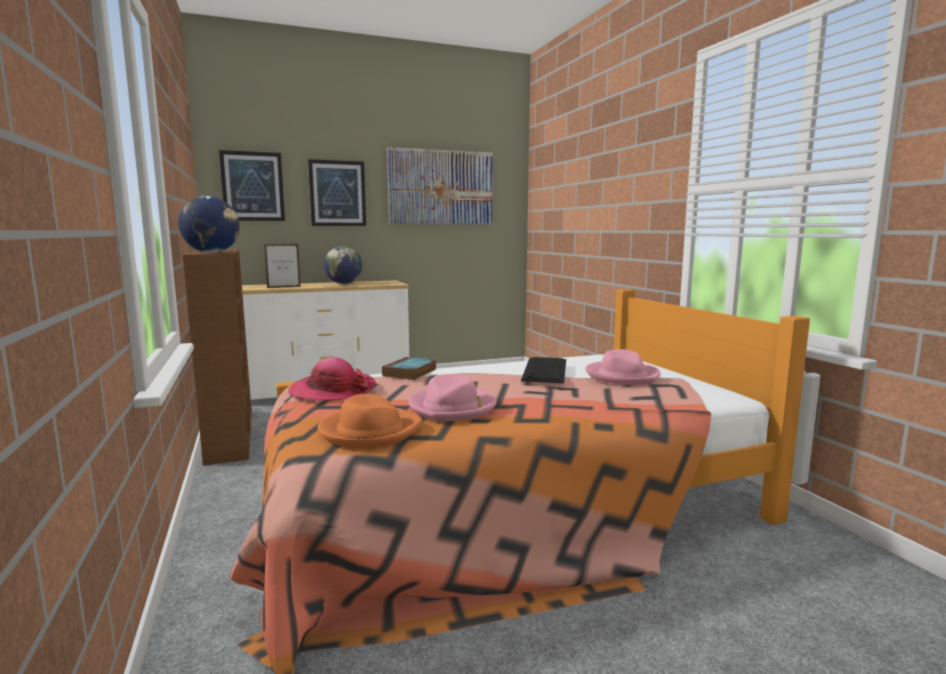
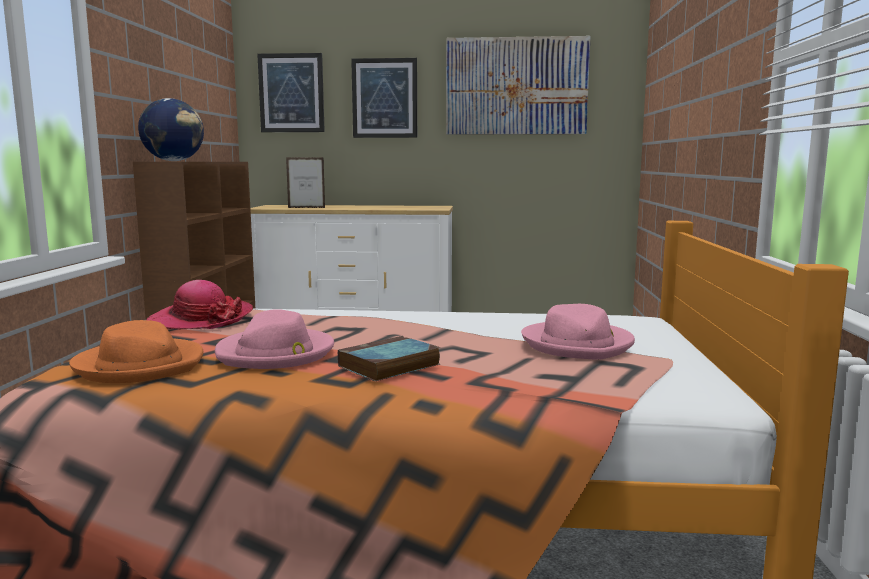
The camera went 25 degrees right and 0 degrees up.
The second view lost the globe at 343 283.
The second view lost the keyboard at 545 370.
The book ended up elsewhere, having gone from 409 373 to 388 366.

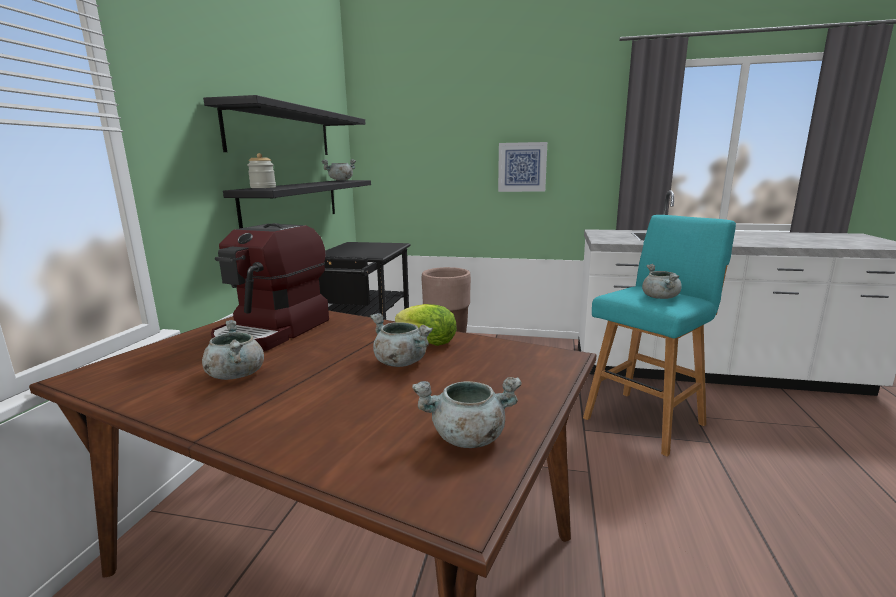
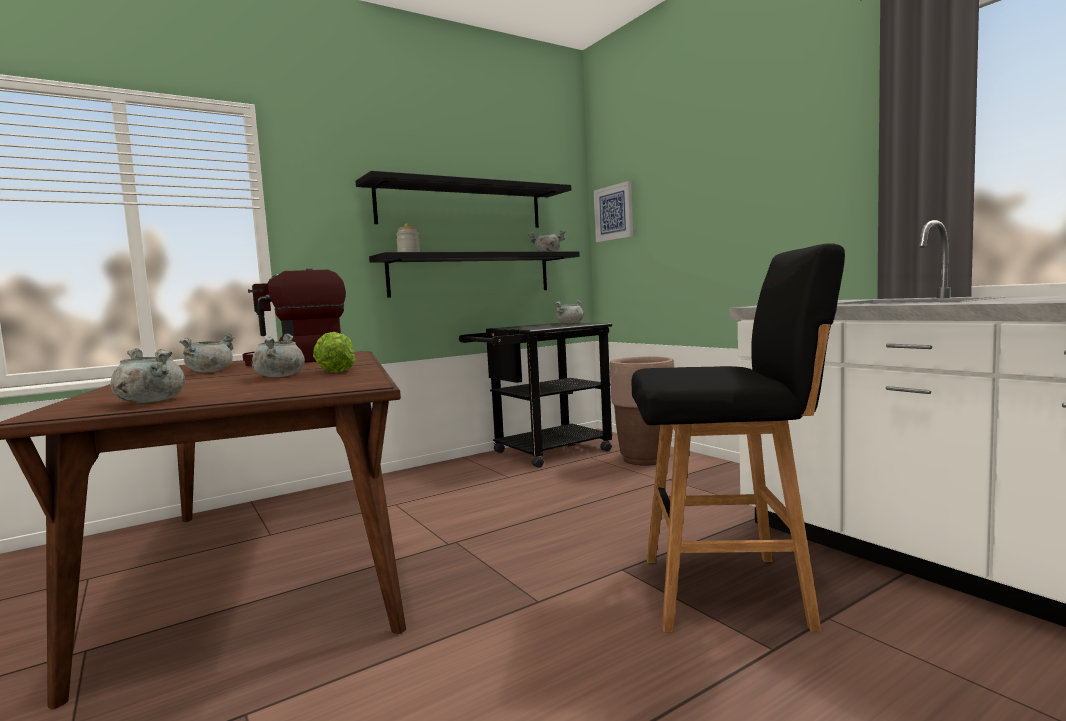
The camera went 45 degrees right and 10 degrees down.
The picture ended up elsewhere, having gone from 522 167 to 614 212.
The cooking pot in grey ended up elsewhere, having gone from 660 297 to 570 323.
What was the stool in turquoise at 646 420 turned into the stool in black at 730 591.

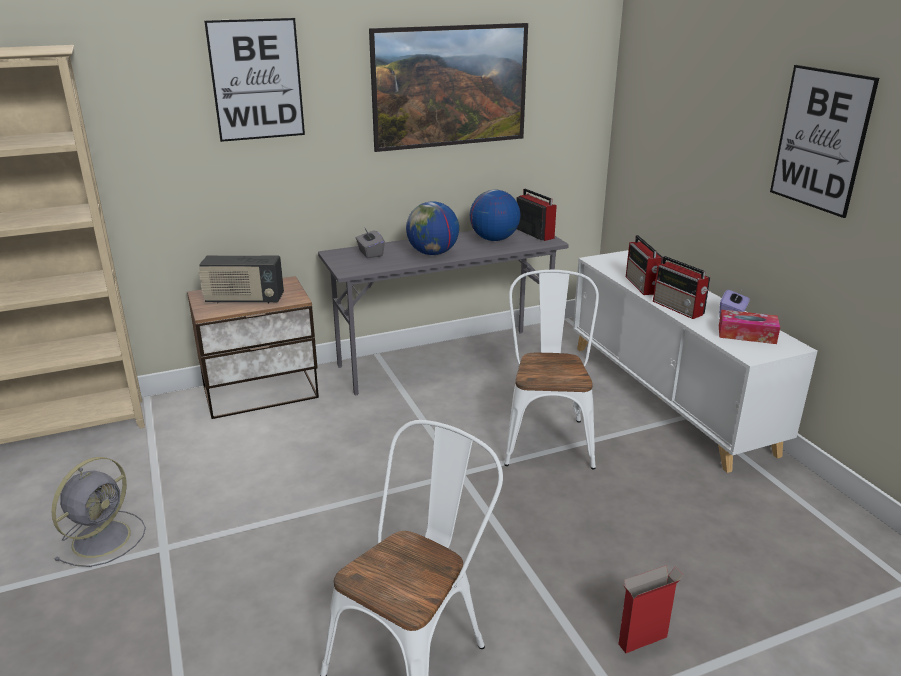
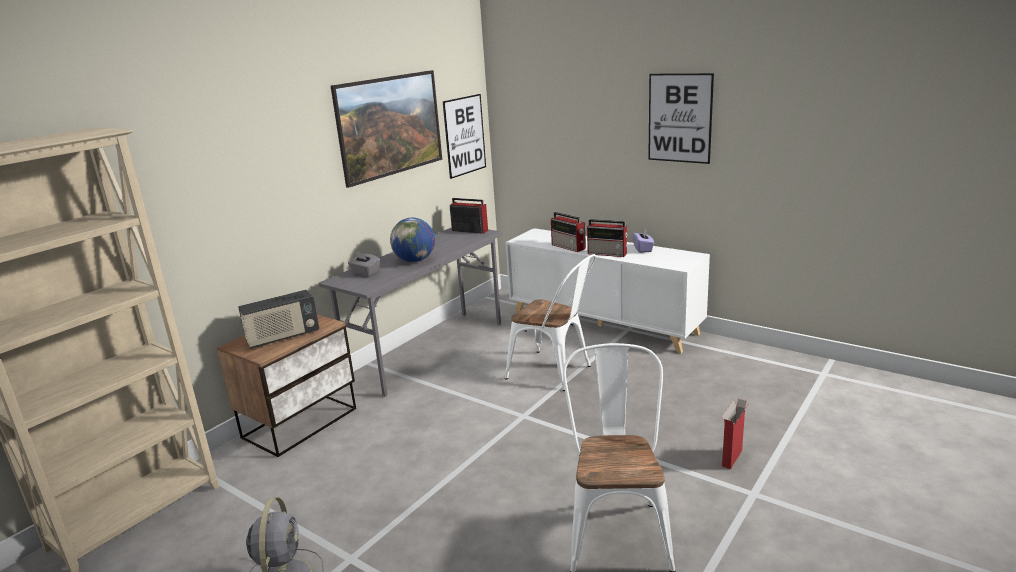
The camera went 30 degrees left and 5 degrees down.
The second view lost the globe at 494 239.
The second view lost the tissue box at 746 334.
The picture ended up elsewhere, having gone from 256 80 to 464 135.
The chair in white at 547 437 ended up facing another way, 150 degrees clockwise from before.

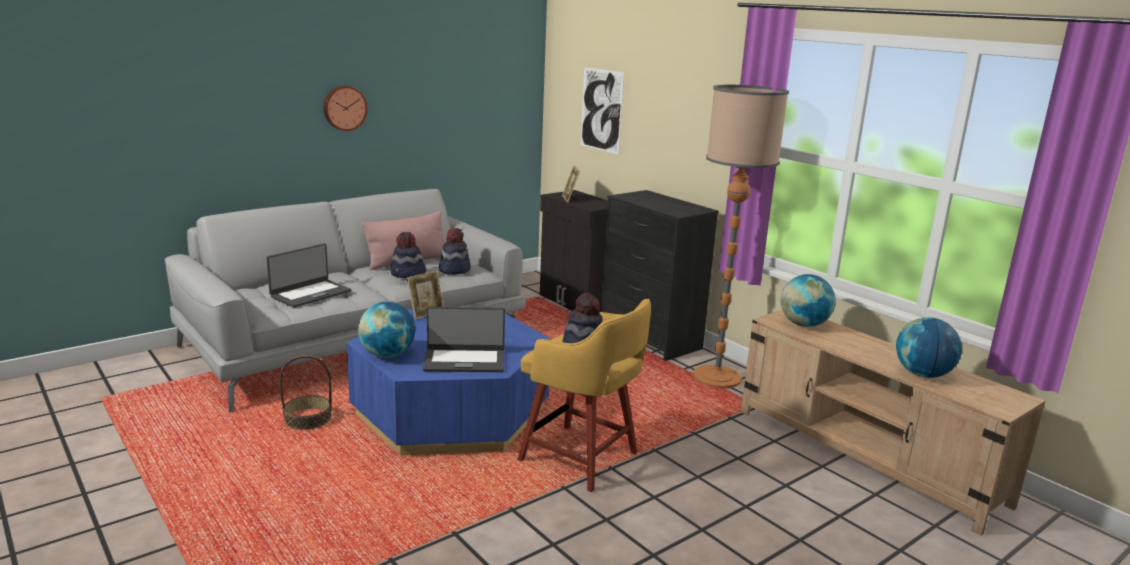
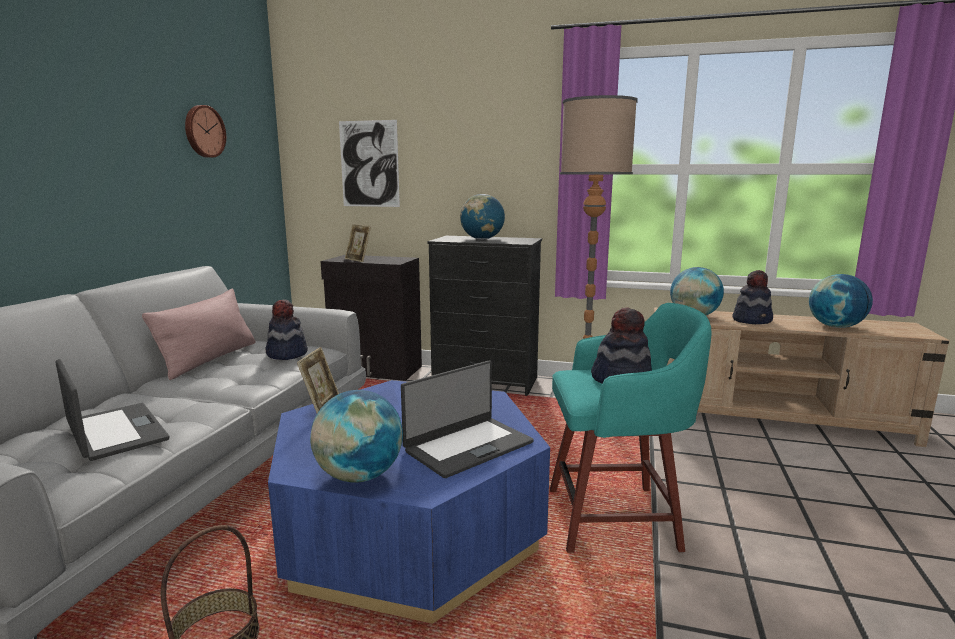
The camera went 35 degrees left and 5 degrees down.
The second view gained the globe at 482 239.
The wall clock ended up elsewhere, having gone from 344 108 to 203 131.
The hat ended up elsewhere, having gone from 408 274 to 752 320.
What was the stool in yellow at 581 459 turned into the stool in turquoise at 617 519.
The laptop at 310 294 ended up facing another way, 45 degrees counterclockwise from before.

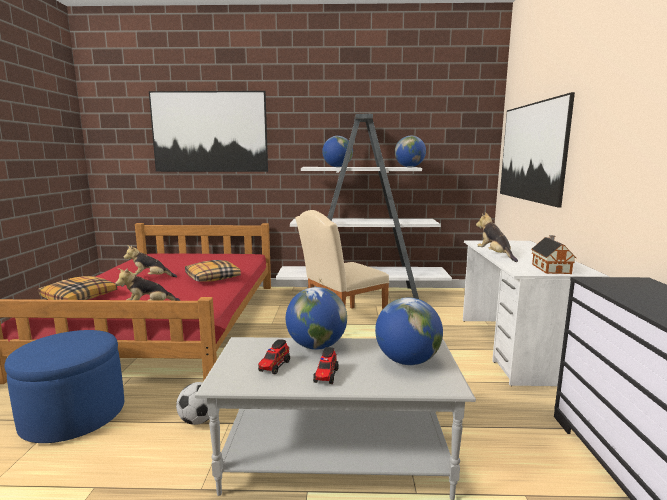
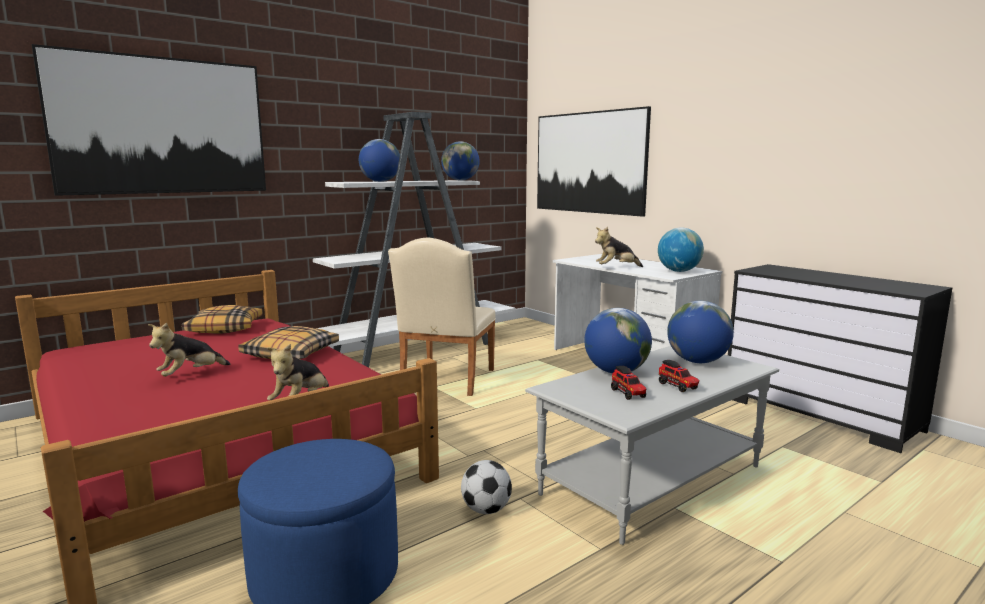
The camera went 40 degrees left and 0 degrees up.
The pillow ended up elsewhere, having gone from 80 297 to 225 328.
Where the toy house stood at 550 268, the globe came to stand at 678 271.
The plush toy at 495 255 ended up facing another way, 45 degrees counterclockwise from before.

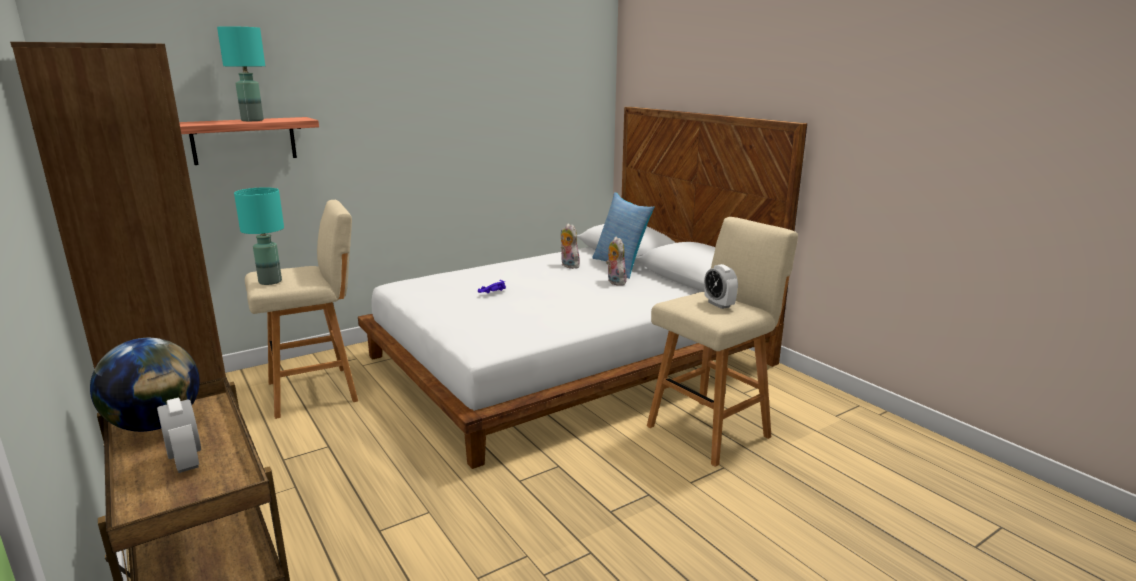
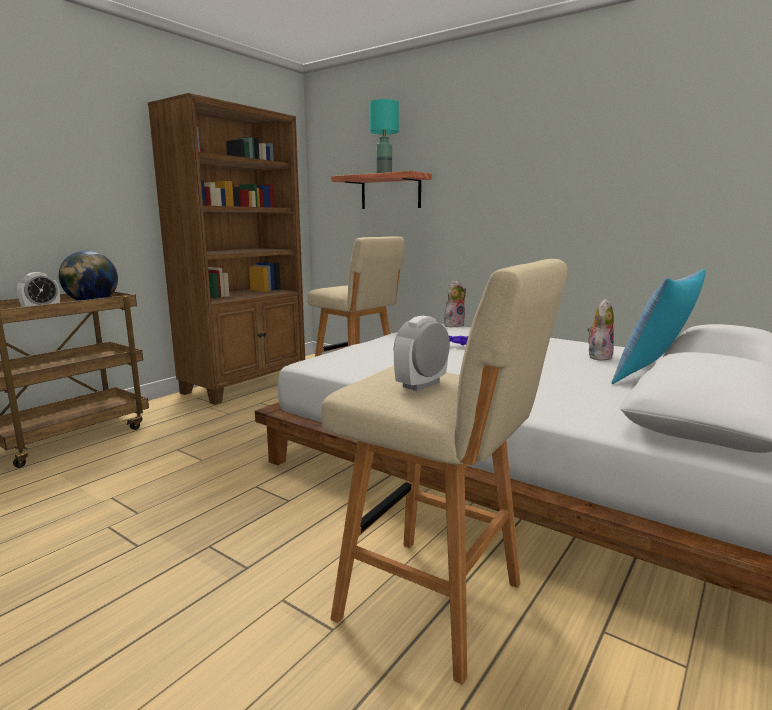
The camera went 70 degrees right and 5 degrees down.
The second view lost the table lamp in turquoise at 271 281.
The plush toy ended up elsewhere, having gone from 614 282 to 453 325.

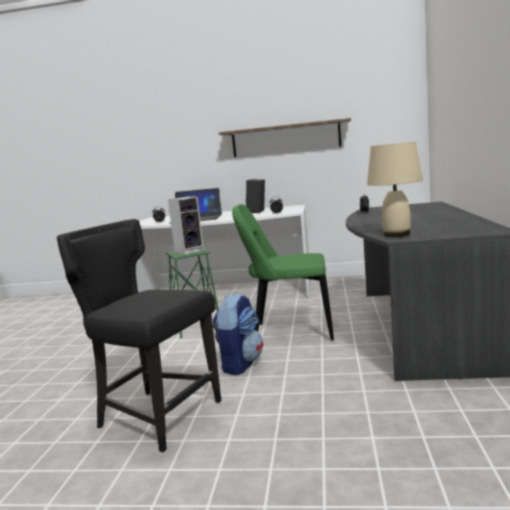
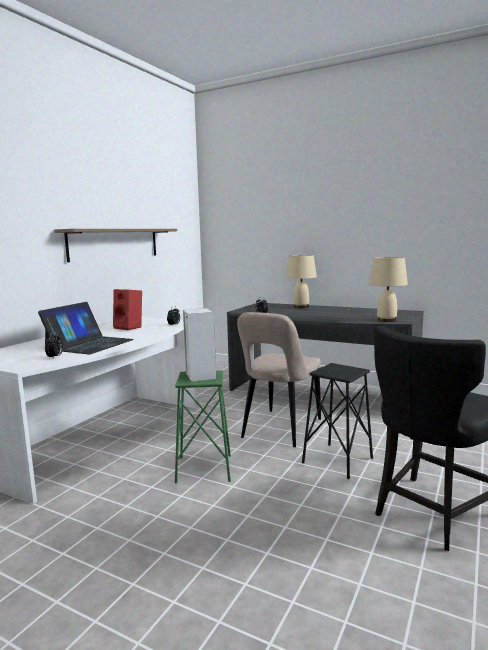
The camera went 70 degrees left and 0 degrees up.
The second view gained the table lamp in beige at 301 307.
Where the backpack stood at 240 364, the stool in black came to stand at 337 460.
What was the chair in green at 289 332 turned into the chair in beige at 280 430.
What was the speaker in black at 257 212 turned into the speaker in red at 130 327.

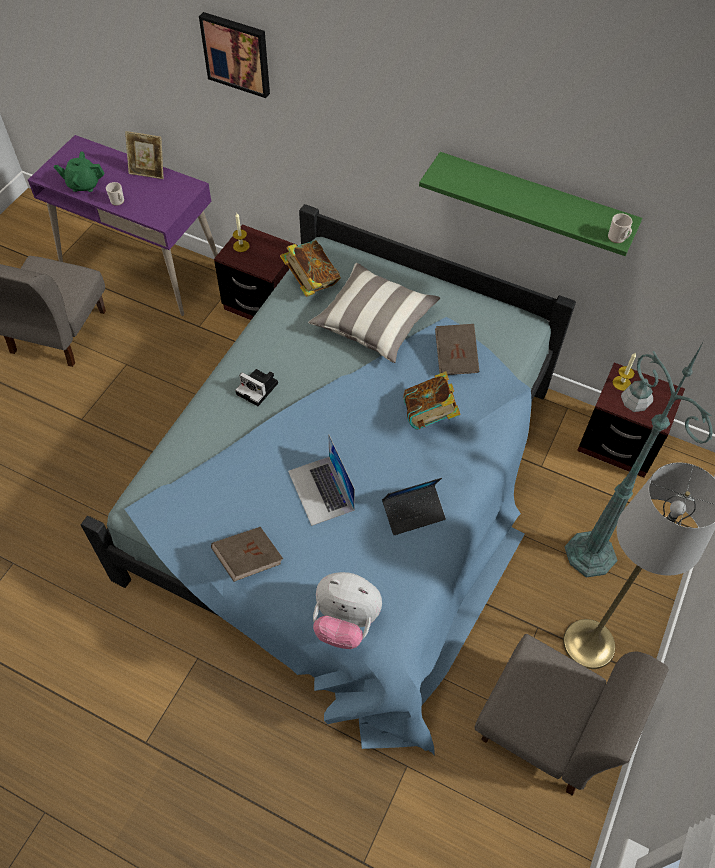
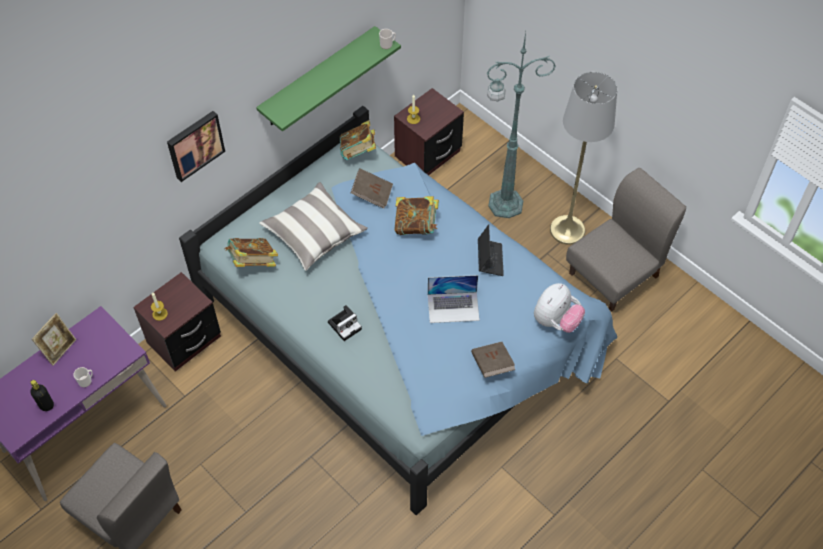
The camera went 70 degrees left and 0 degrees up.
The second view gained the book at 358 152.
The picture ended up elsewhere, having gone from 237 53 to 194 144.
Where the teapot in green stood at 84 184, the bottle in black came to stand at 46 405.

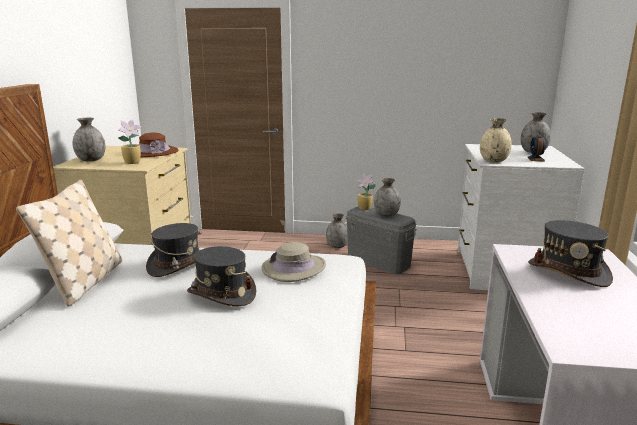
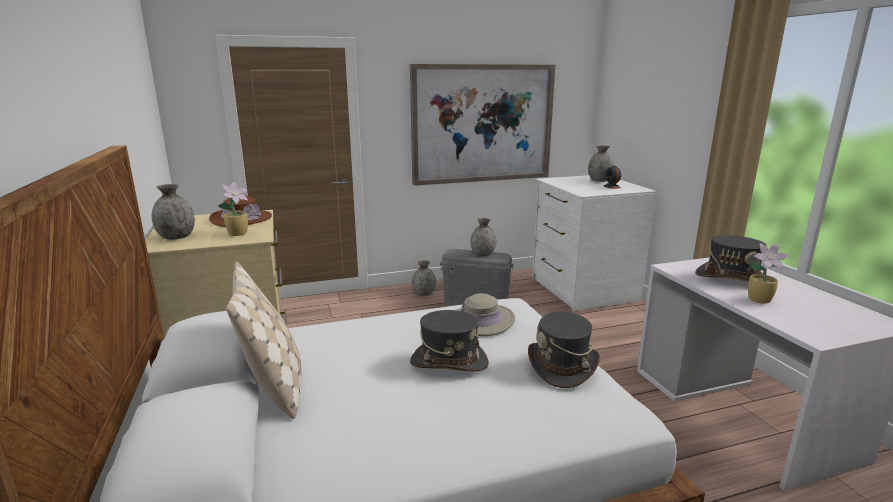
The camera went 25 degrees left and 0 degrees up.
The second view lost the vase in beige at 493 161.
The second view gained the picture at 482 124.
The hat in grey ended up elsewhere, having gone from 178 265 to 562 366.
The potted plant ended up elsewhere, having gone from 365 208 to 760 300.

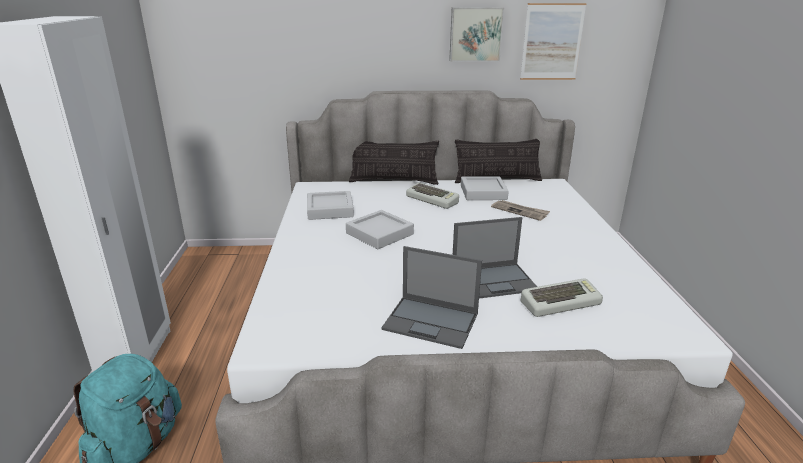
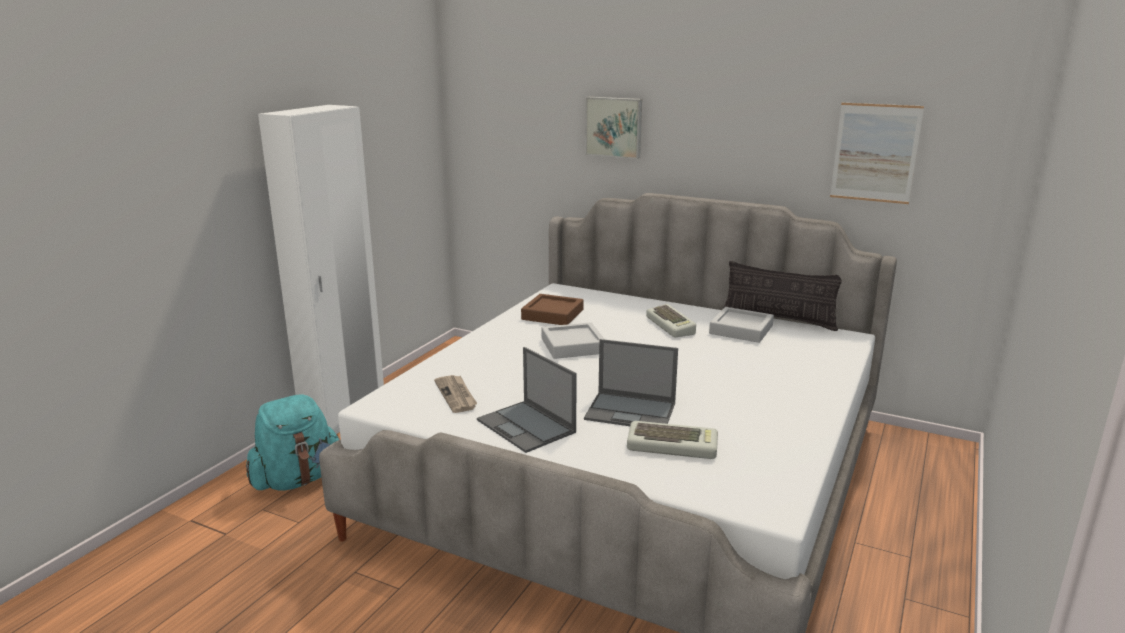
The camera went 30 degrees right and 5 degrees down.
The second view lost the pillow at 393 181.
The picture ended up elsewhere, having gone from 475 34 to 614 127.
The newspaper ended up elsewhere, having gone from 520 211 to 456 395.
What was the tray in grey at 330 209 turned into the tray in brown at 552 314.

